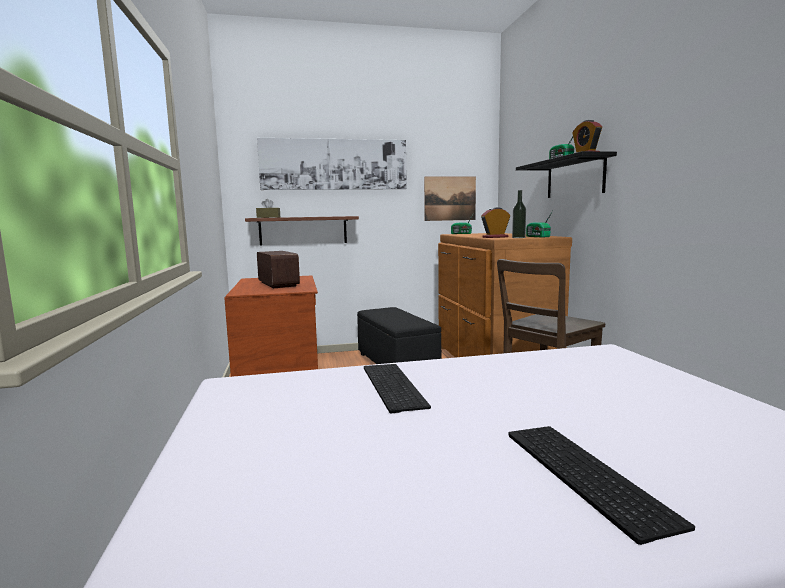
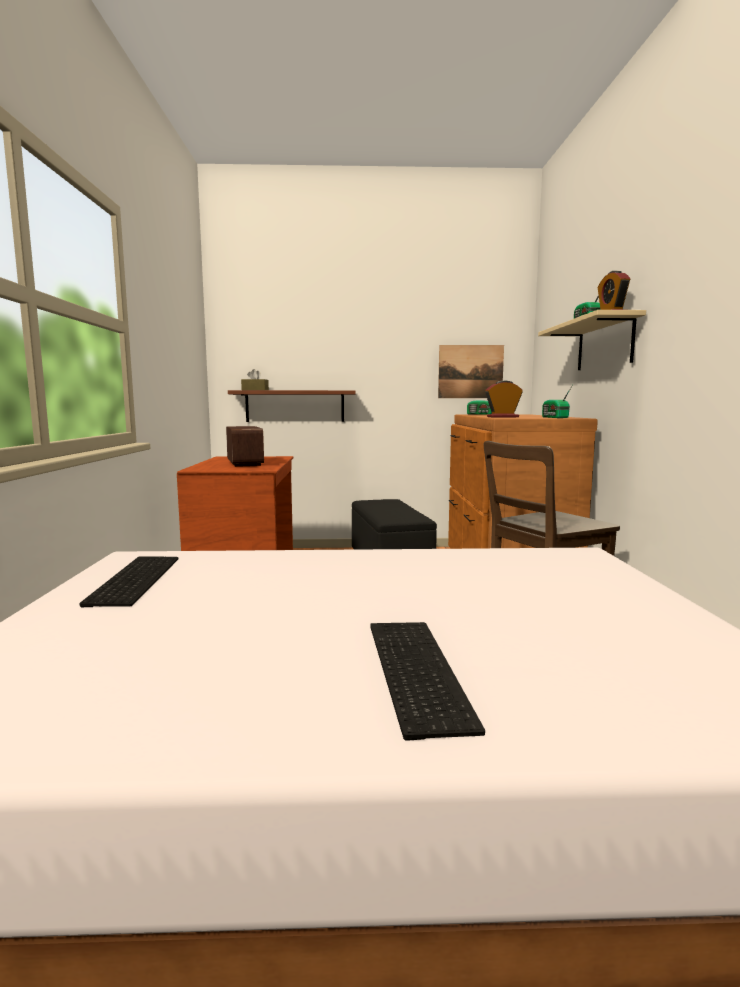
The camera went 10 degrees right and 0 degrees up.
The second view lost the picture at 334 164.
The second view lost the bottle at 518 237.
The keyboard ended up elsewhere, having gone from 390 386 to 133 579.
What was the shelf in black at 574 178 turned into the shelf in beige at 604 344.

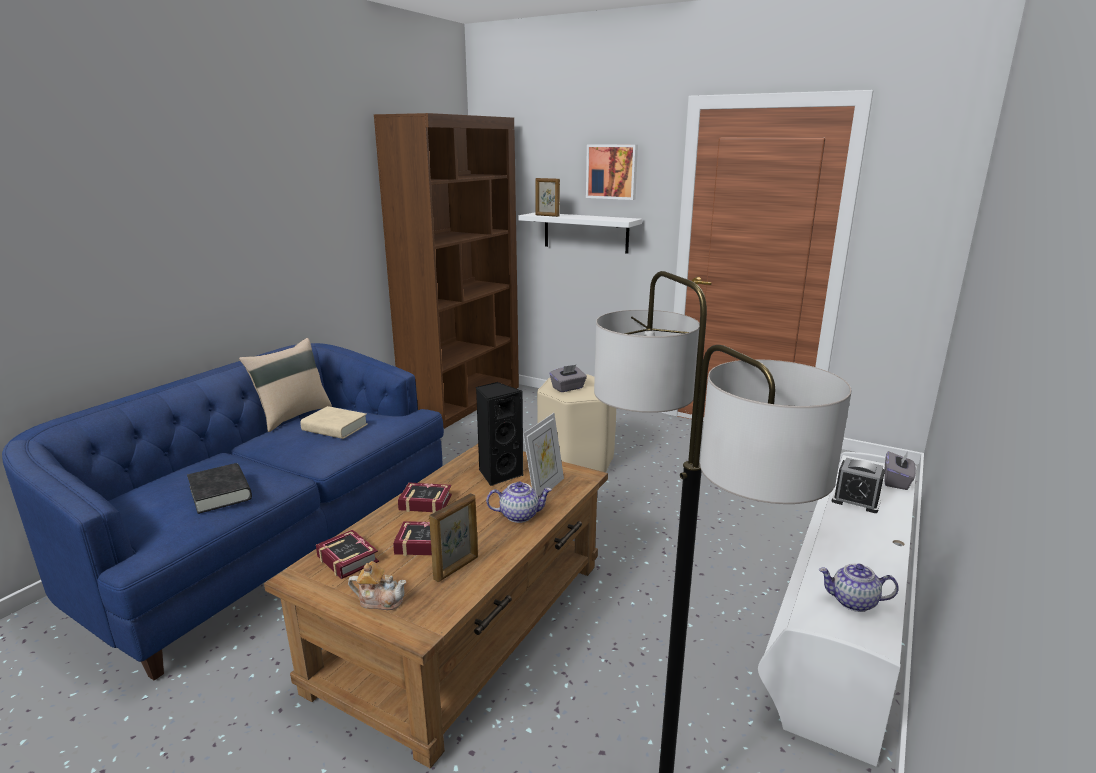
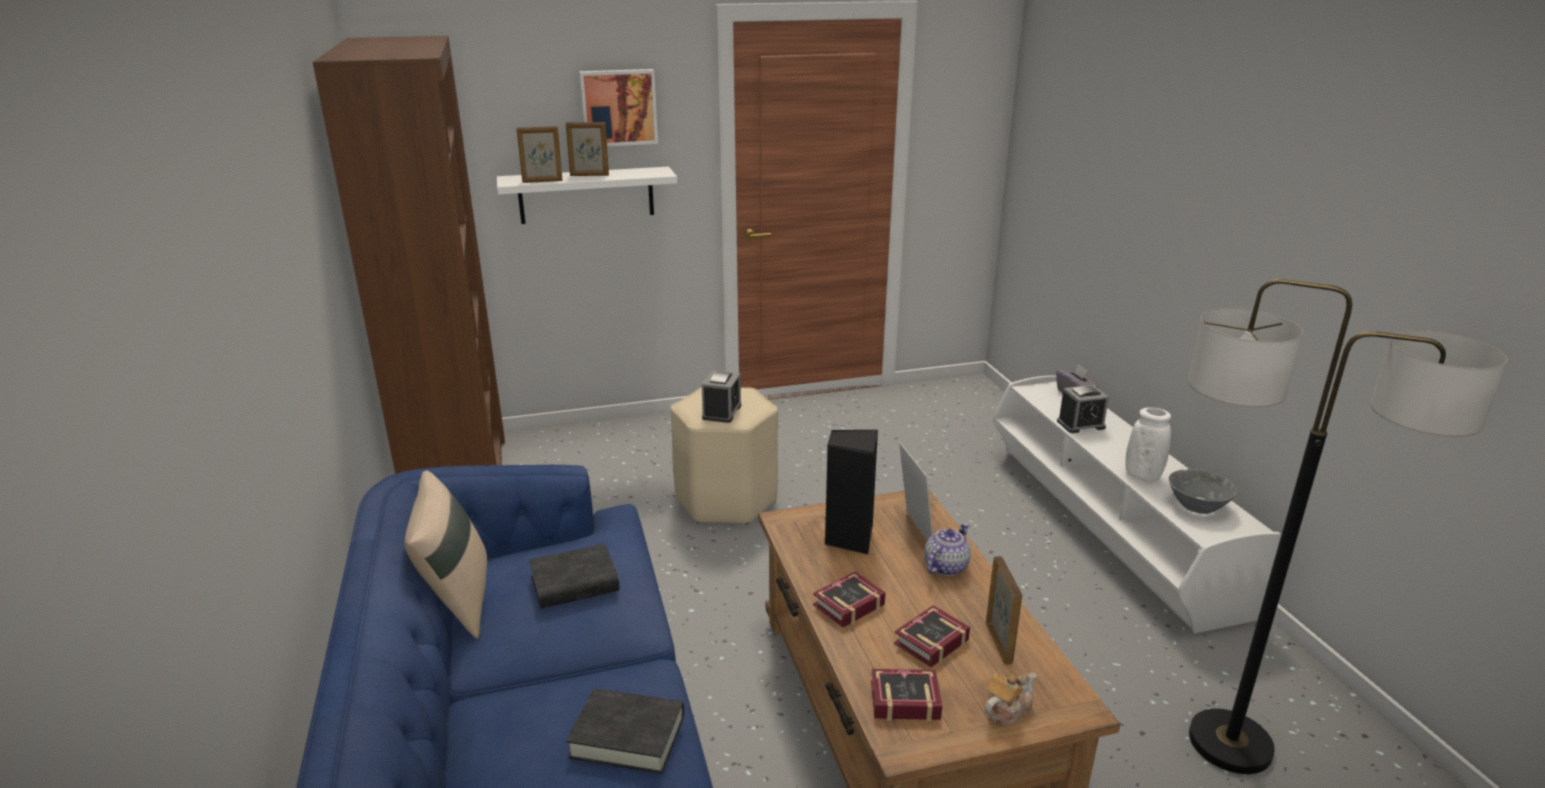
The camera went 45 degrees left and 5 degrees up.
The second view gained the picture frame at 589 175.
The second view gained the vase in white at 1142 475.
Where the tissue box in grey stood at 568 388, the alarm clock came to stand at 722 412.
Where the teapot stood at 853 602, the bowl in grey came to stand at 1198 505.
What was the book in beige at 335 428 turned into the book in black at 575 583.

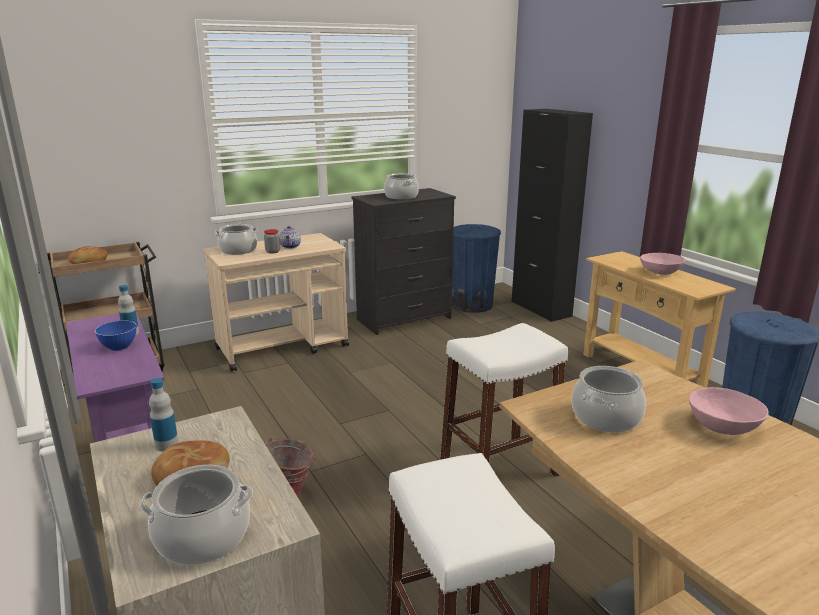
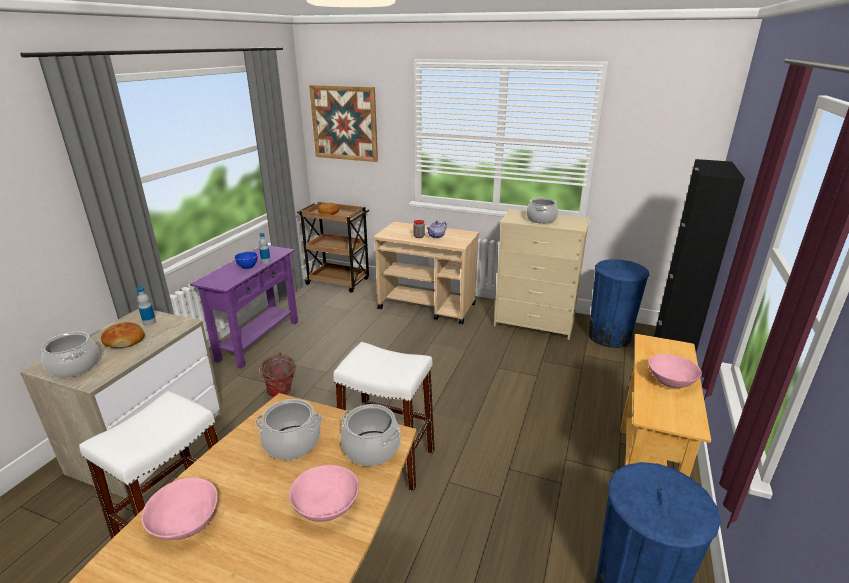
The camera went 50 degrees right and 5 degrees up.
The second view gained the bowl in pink at 184 522.
The second view gained the picture at 344 123.
The cooking pot ended up elsewhere, having gone from 238 250 to 371 448.
What was the dresser in black at 405 319 turned into the dresser in beige at 534 323.

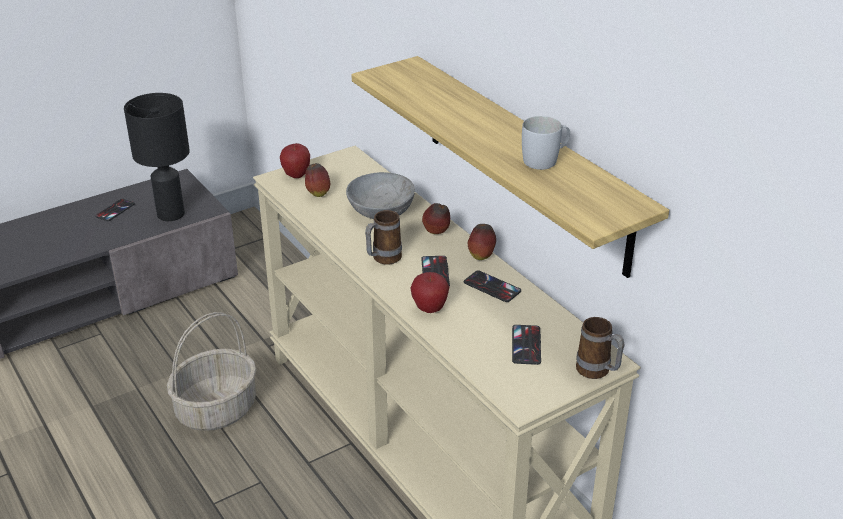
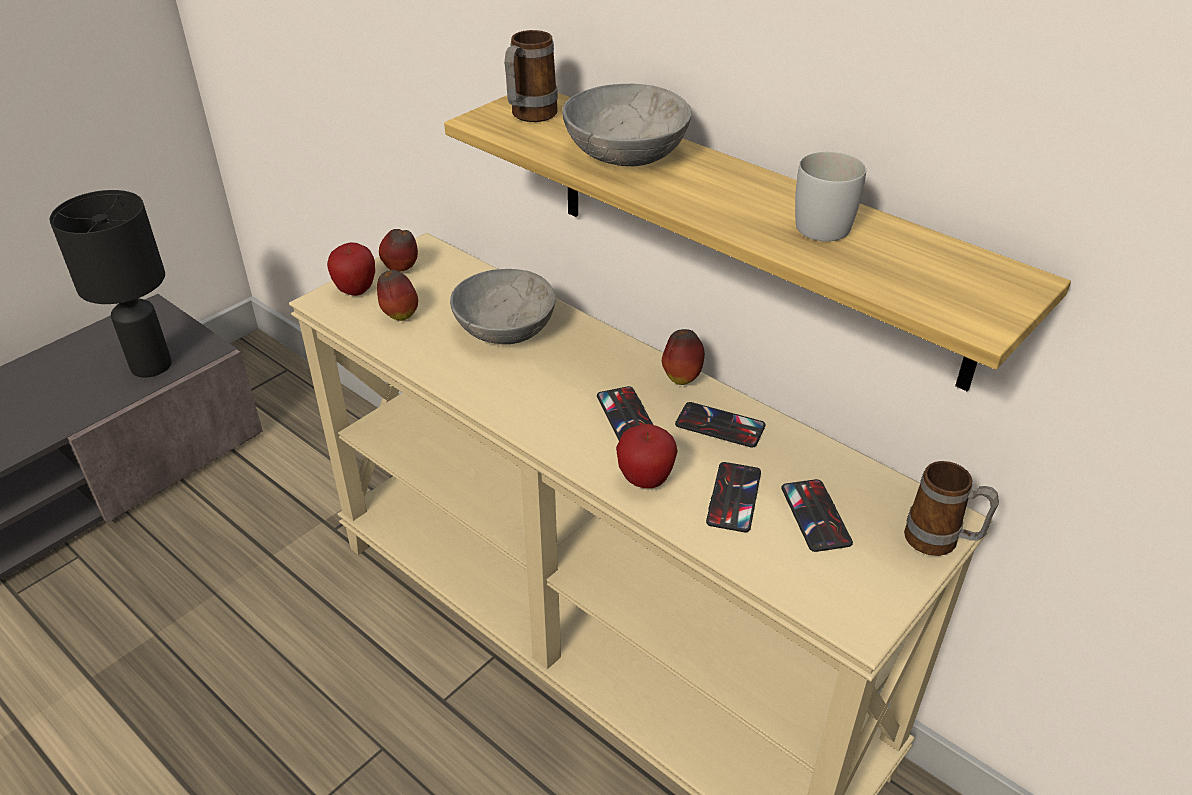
The camera went 15 degrees left and 5 degrees up.
The second view lost the basket at 217 408.
The second view gained the bowl in grey at 626 153.
The phone ended up elsewhere, having gone from 115 210 to 733 497.
The mug ended up elsewhere, having gone from 382 259 to 529 117.
The apple ended up elsewhere, having gone from 437 233 to 402 270.

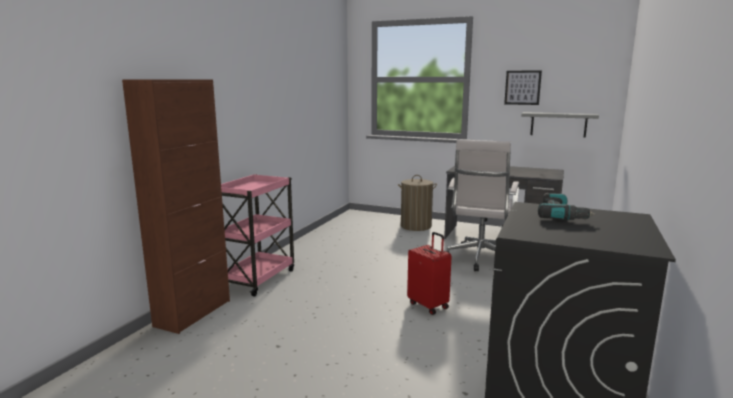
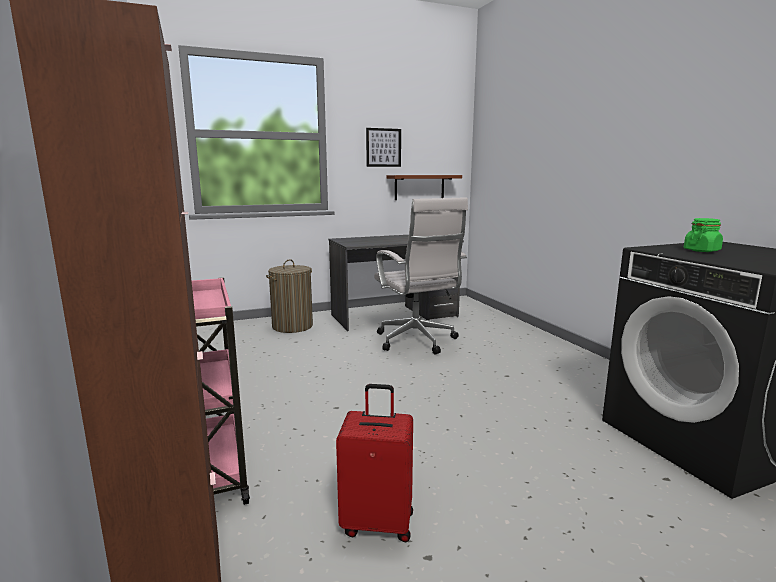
The camera went 45 degrees left and 0 degrees up.
The suitcase in red ended up elsewhere, having gone from 429 305 to 378 522.
Where the power drill stood at 561 216, the jar in green came to stand at 701 250.
What was the shelf in grey at 558 124 turned into the shelf in brown at 419 187.

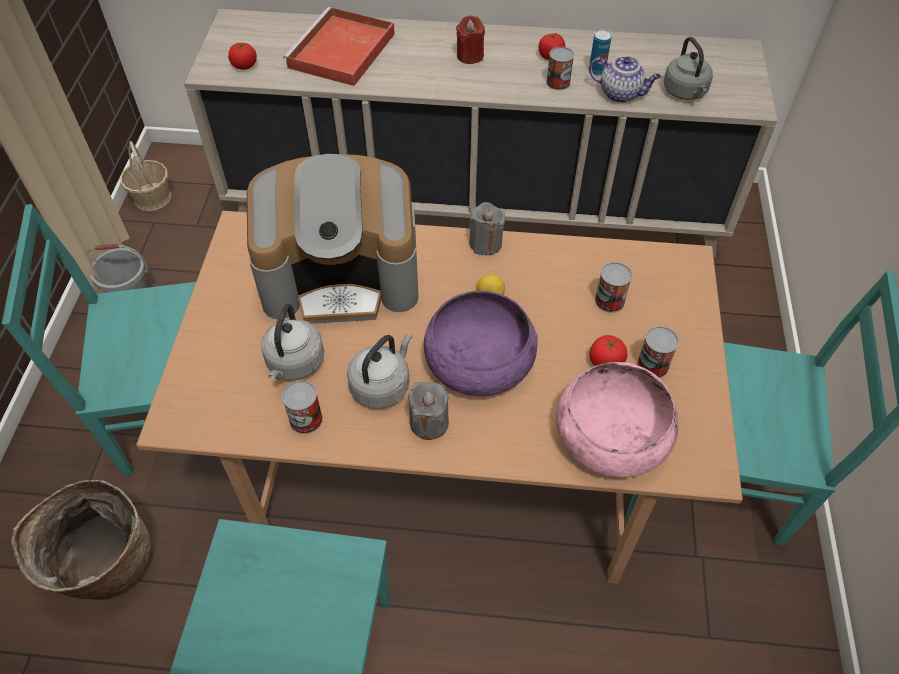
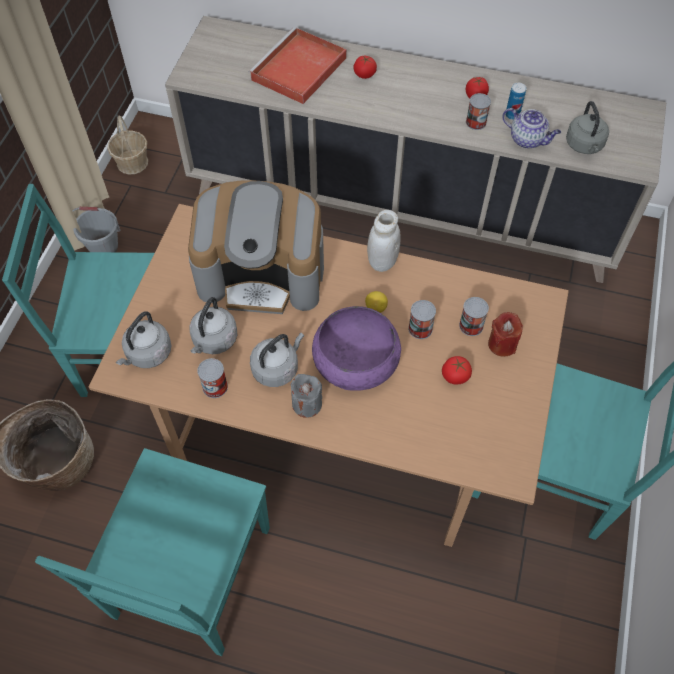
The camera went 10 degrees right and 5 degrees up.
The second view lost the bowl in pink at 611 435.
The second view gained the kettle in grey at 147 354.
The tomato ended up elsewhere, having gone from 244 65 to 364 74.
The candle in red ended up elsewhere, having gone from 470 56 to 502 344.
The can ended up elsewhere, having gone from 653 365 to 420 328.
Where the candle in grey stood at 485 243, the jar in white came to stand at 382 261.

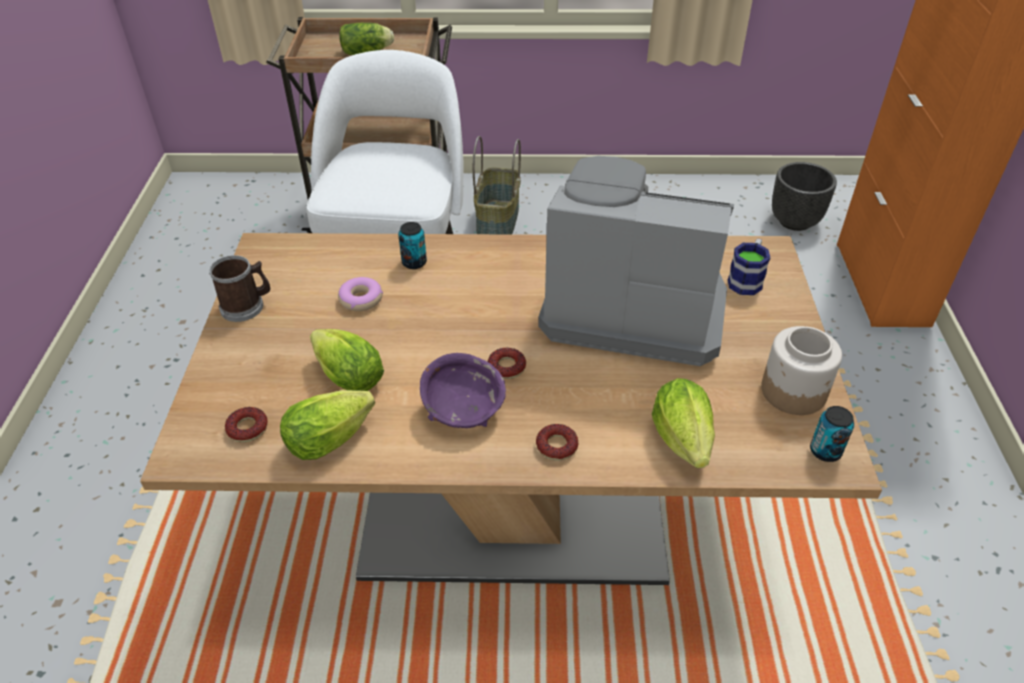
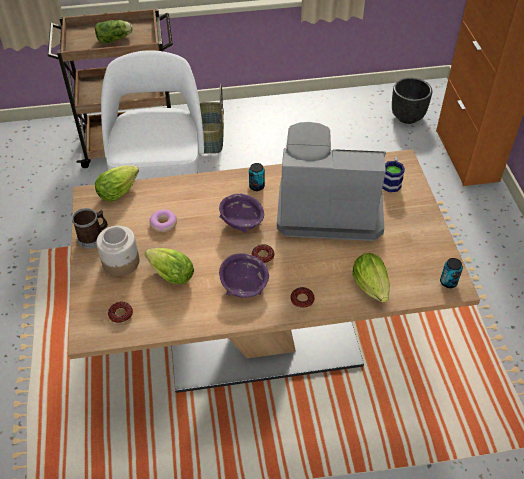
The camera went 10 degrees left and 5 degrees up.
The second view gained the bowl in purple at 241 222.
The lettuce ended up elsewhere, having gone from 334 437 to 120 191.
The can ended up elsewhere, having gone from 414 262 to 256 186.
The jar ended up elsewhere, having gone from 794 392 to 121 262.

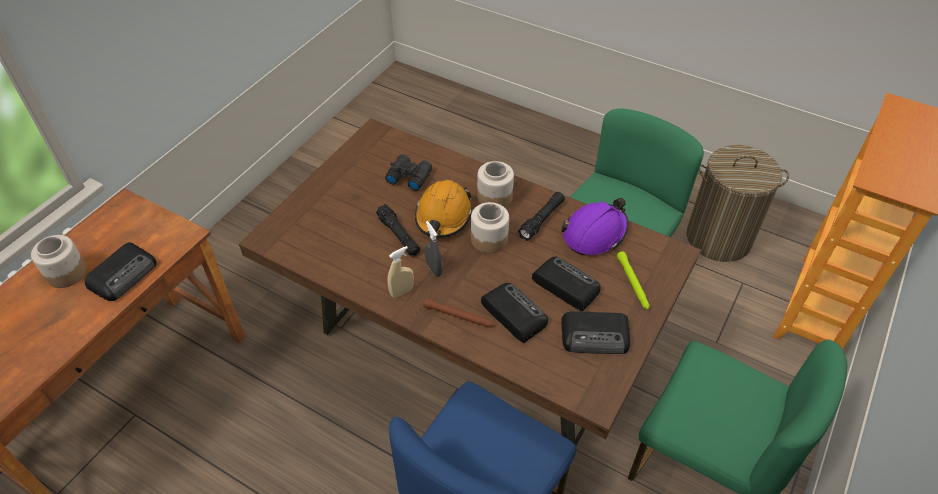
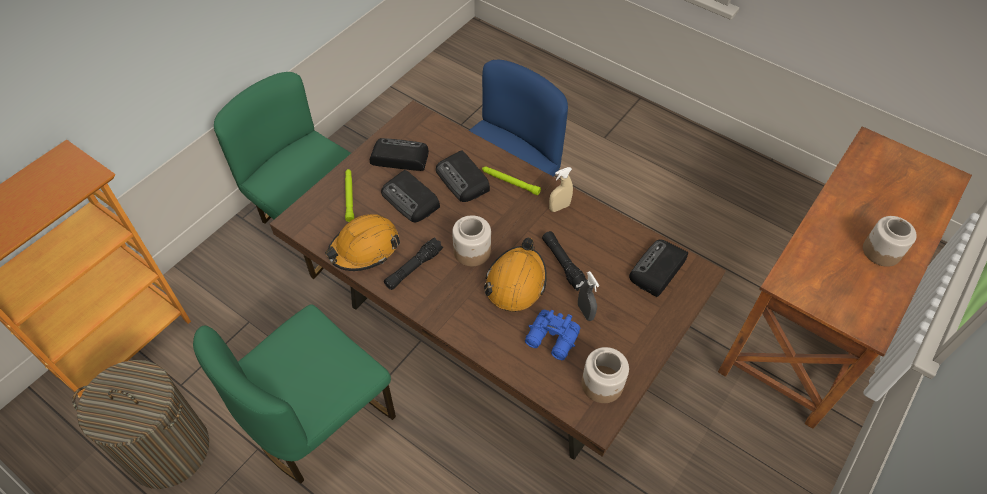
The camera went 175 degrees left and 5 degrees up.
The radio ended up elsewhere, having gone from 124 274 to 657 270.
The spray bottle in grey ended up elsewhere, having gone from 434 269 to 585 312.
The jar ended up elsewhere, having gone from 494 197 to 602 384.
What was the binoculars in black at 409 176 turned into the binoculars in blue at 552 340.
What was the flashlight in brown at 459 316 turned into the flashlight in green at 510 182.
What was the hard hat in purple at 595 233 turned into the hard hat in orange at 364 248.

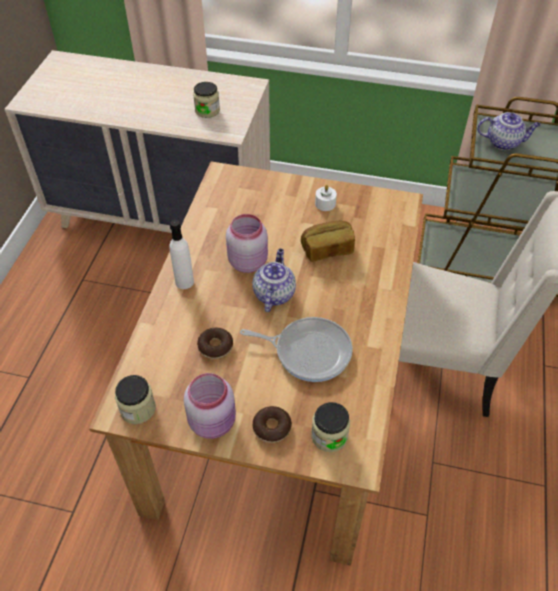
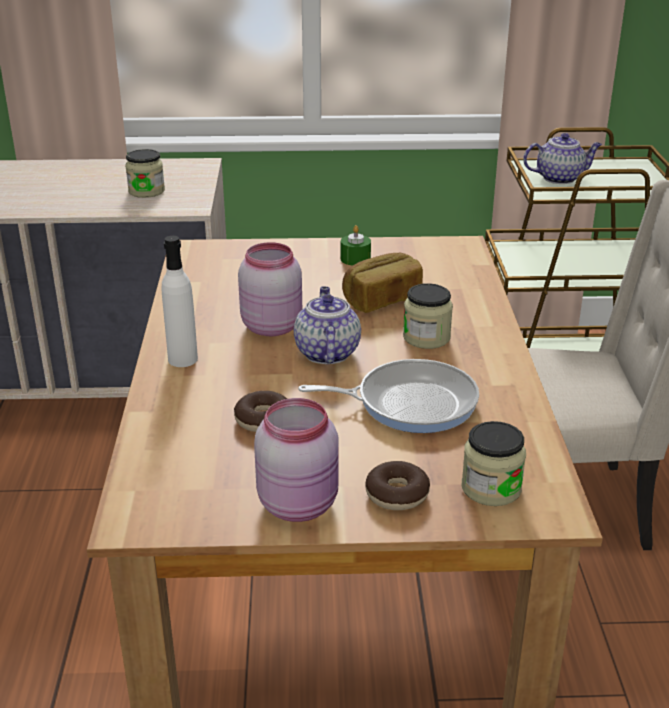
The camera went 15 degrees left and 20 degrees down.
The jar ended up elsewhere, having gone from 138 409 to 426 337.
What was the candle in white at 325 203 turned into the candle in green at 355 259.

